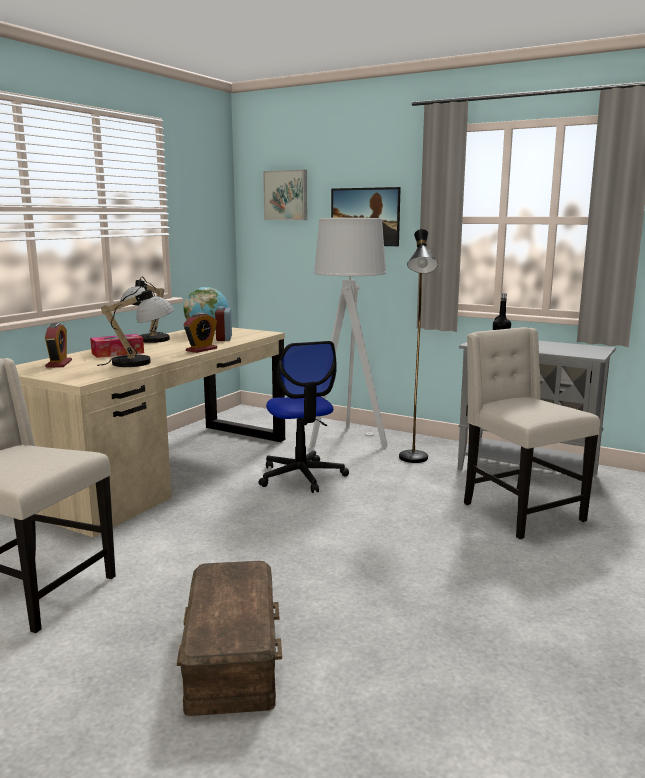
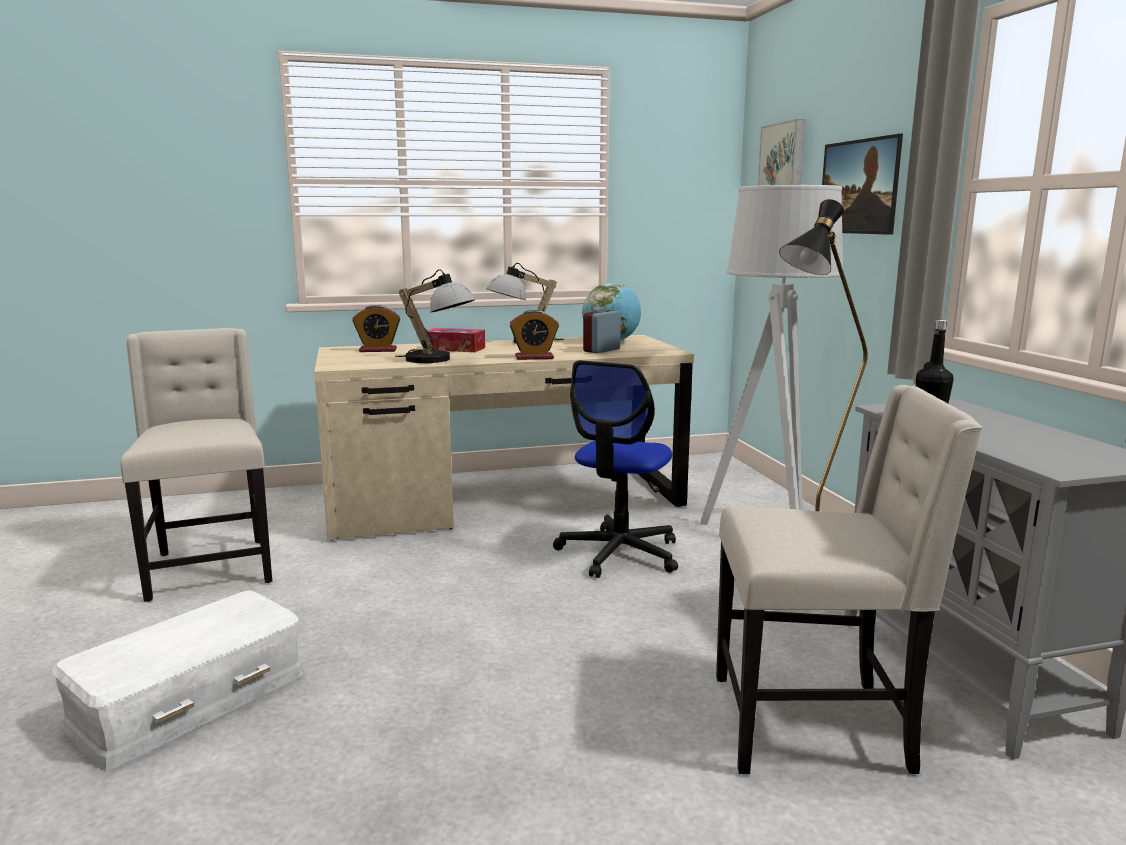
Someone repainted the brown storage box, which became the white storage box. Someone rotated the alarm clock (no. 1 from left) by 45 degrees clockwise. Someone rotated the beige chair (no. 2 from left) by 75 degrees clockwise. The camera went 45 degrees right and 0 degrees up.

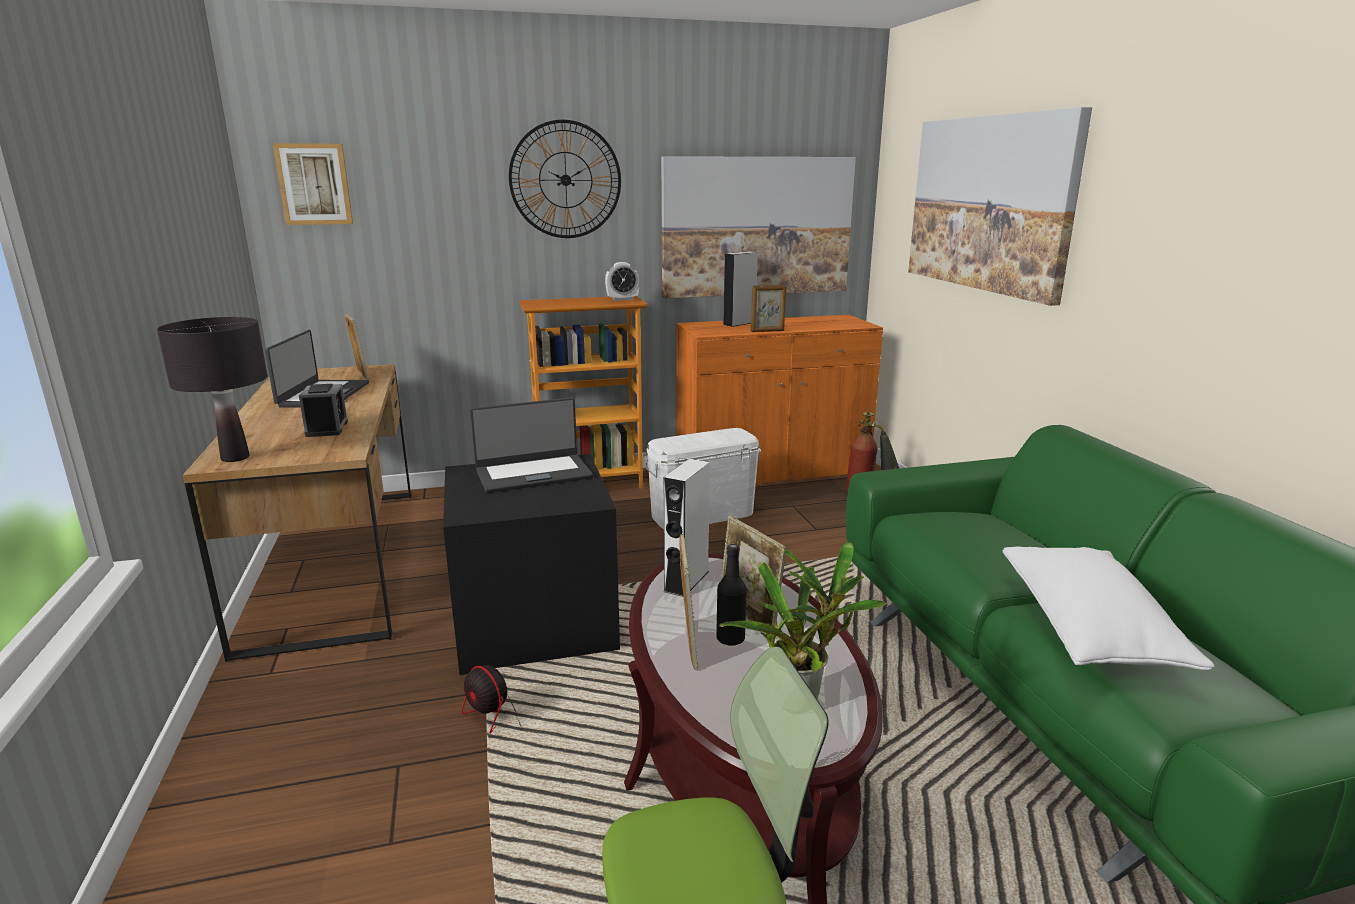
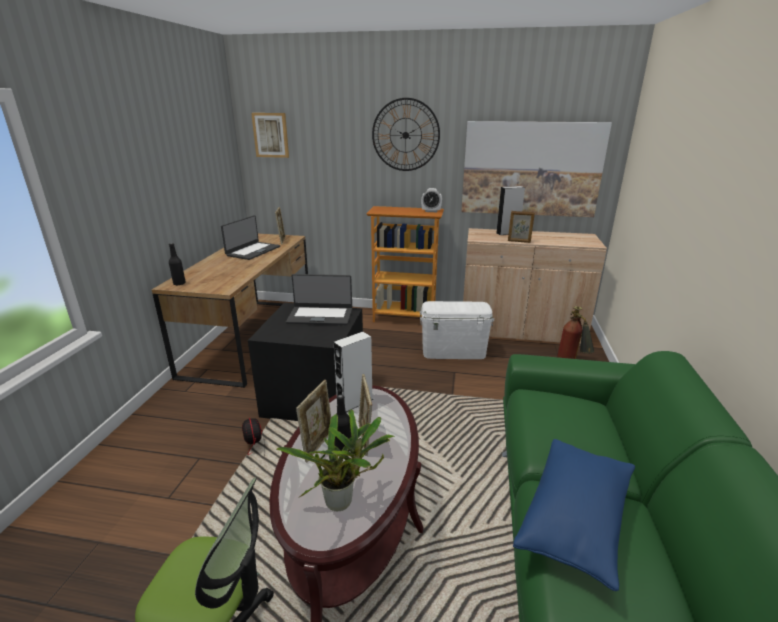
Someone swapped the black table lamp for the black bottle (no. 1 from left). Someone repainted the orange cabinet, which became the beige cabinet. Someone repainted the white pillow, which became the blue pillow. Someone took away the alarm clock (no. 1 from left). Someone took away the picture (no. 3 from left). The camera went 25 degrees right and 5 degrees up.

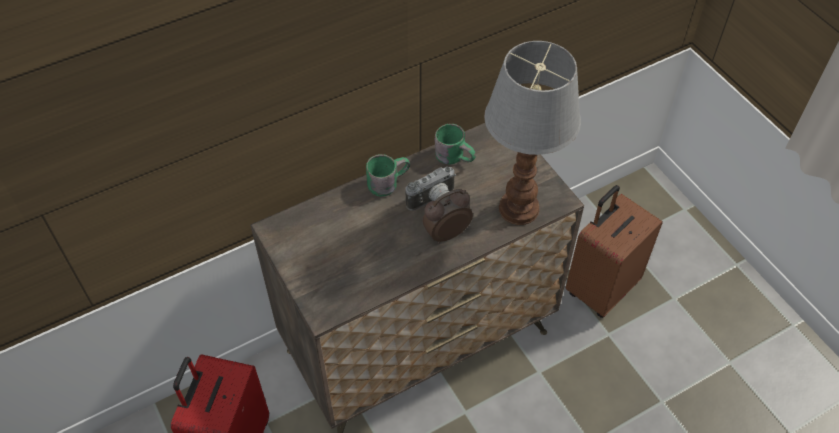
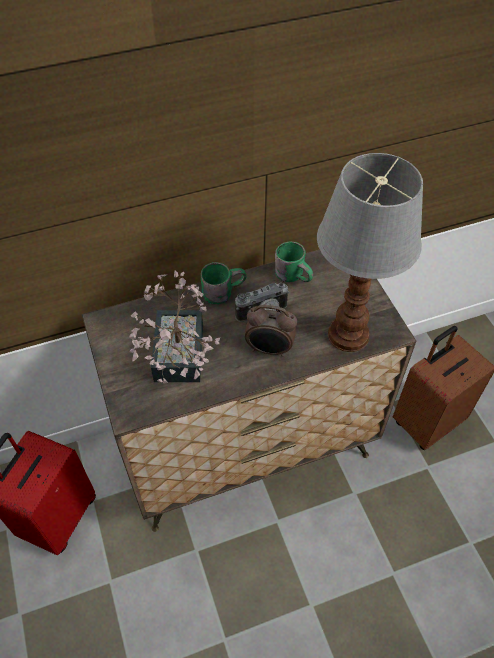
Someone put down the potted plant. Someone rotated the alarm clock by 150 degrees counterclockwise. The camera went 10 degrees right and 0 degrees up.

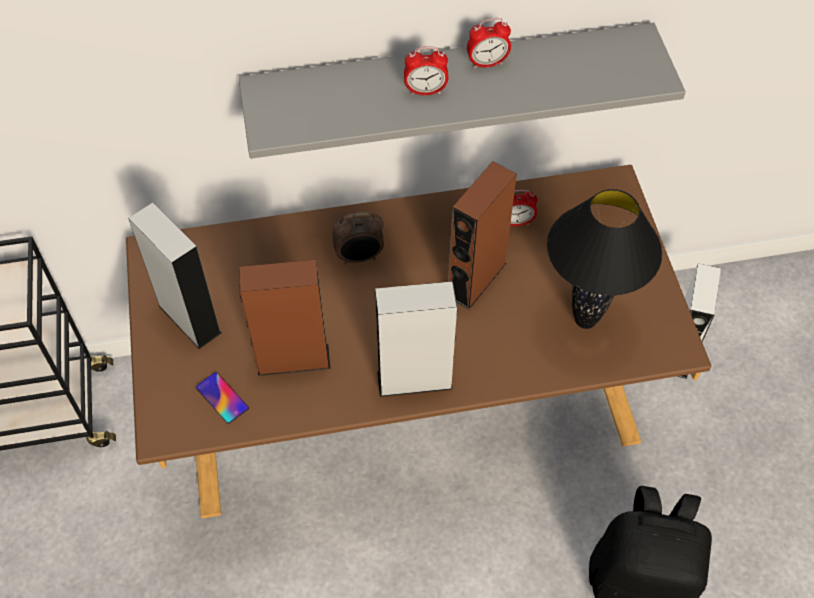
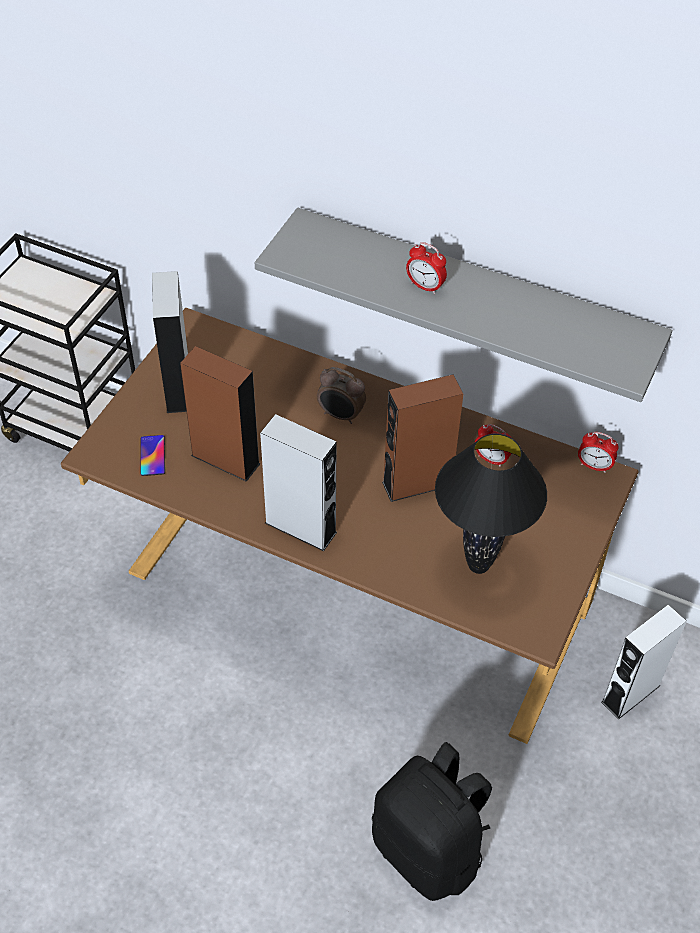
Someone carried the alarm clock (no. 3 from left in the first image). The camera went 35 degrees right and 5 degrees down.

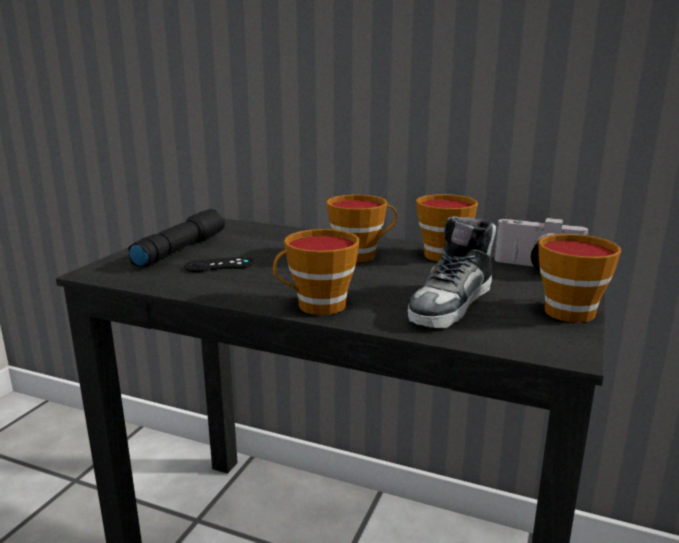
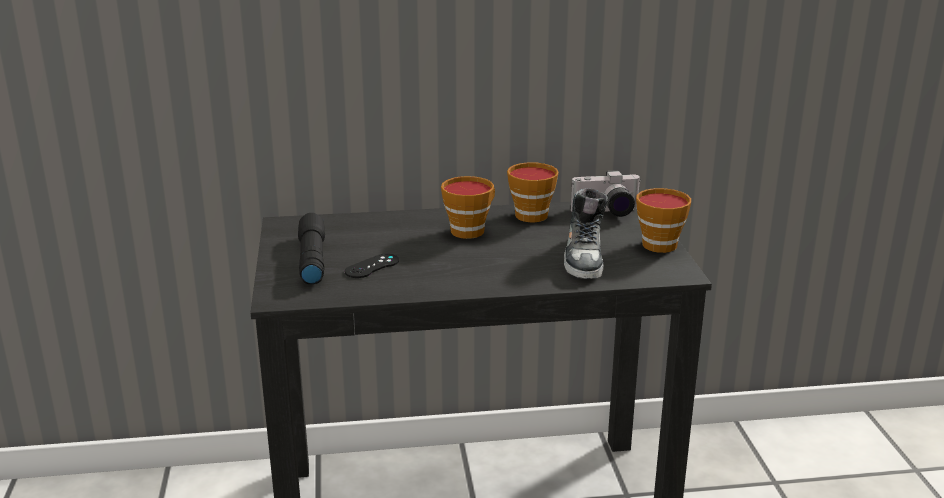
Someone took away the cup (no. 1 from left). The camera went 30 degrees left and 5 degrees up.

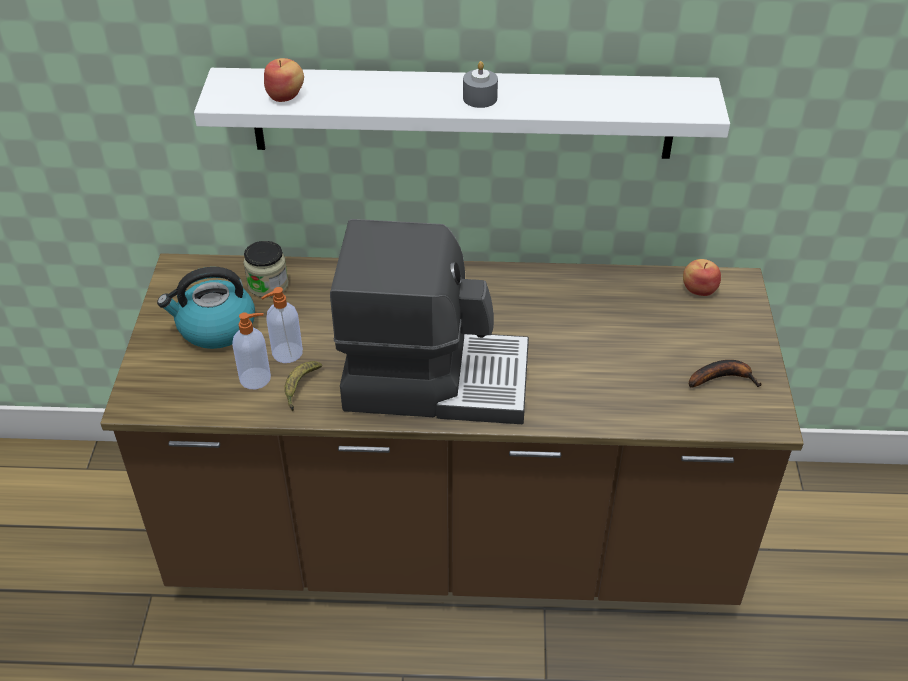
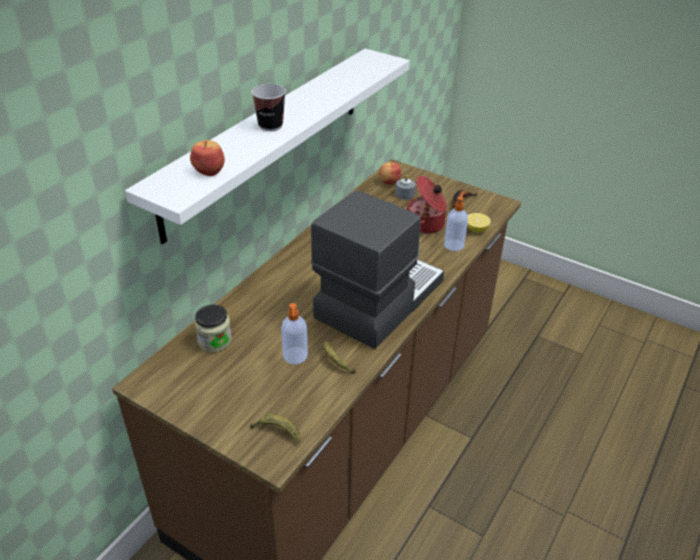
Someone put down the banana (no. 1 from left). Someone put down the cup. Someone carried the grey candle. Someone put down the cooking pot. Someone carried the soap dispenser (no. 1 from left in the first image). Someone put down the lemon. Someone took away the kettle. The camera went 60 degrees left and 5 degrees down.

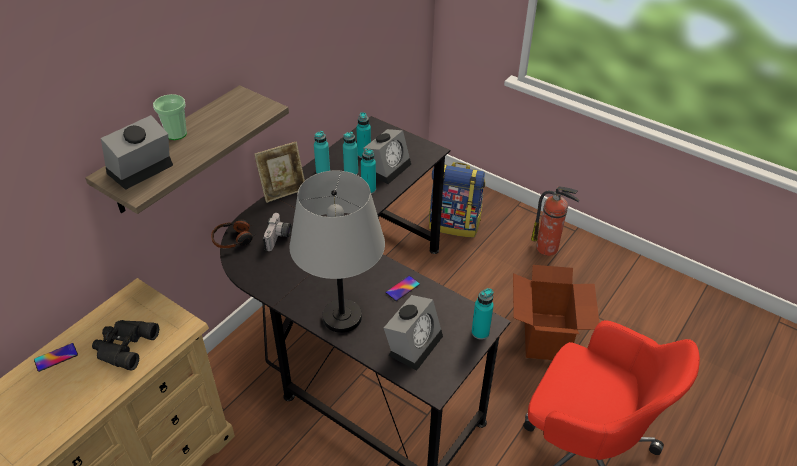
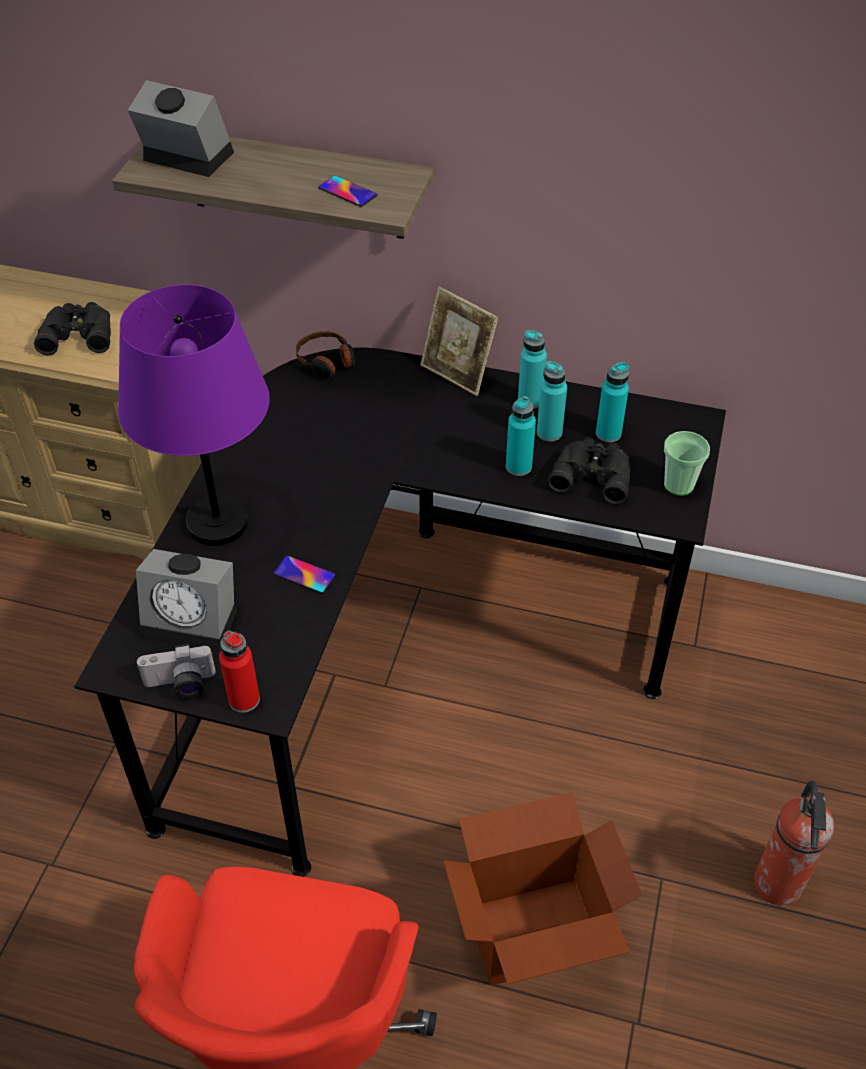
Someone repainted the grey table lamp, which became the purple table lamp. Someone carried the photo camera. Someone repainted the turquoise bottle (no. 5 from left), which became the red bottle. Someone carried the phone (no. 1 from left in the first image). Someone swapped the alarm clock (no. 2 from left) for the black binoculars (no. 2 from left). Someone carried the cup. Someone took away the backpack. The camera went 70 degrees right and 5 degrees up.

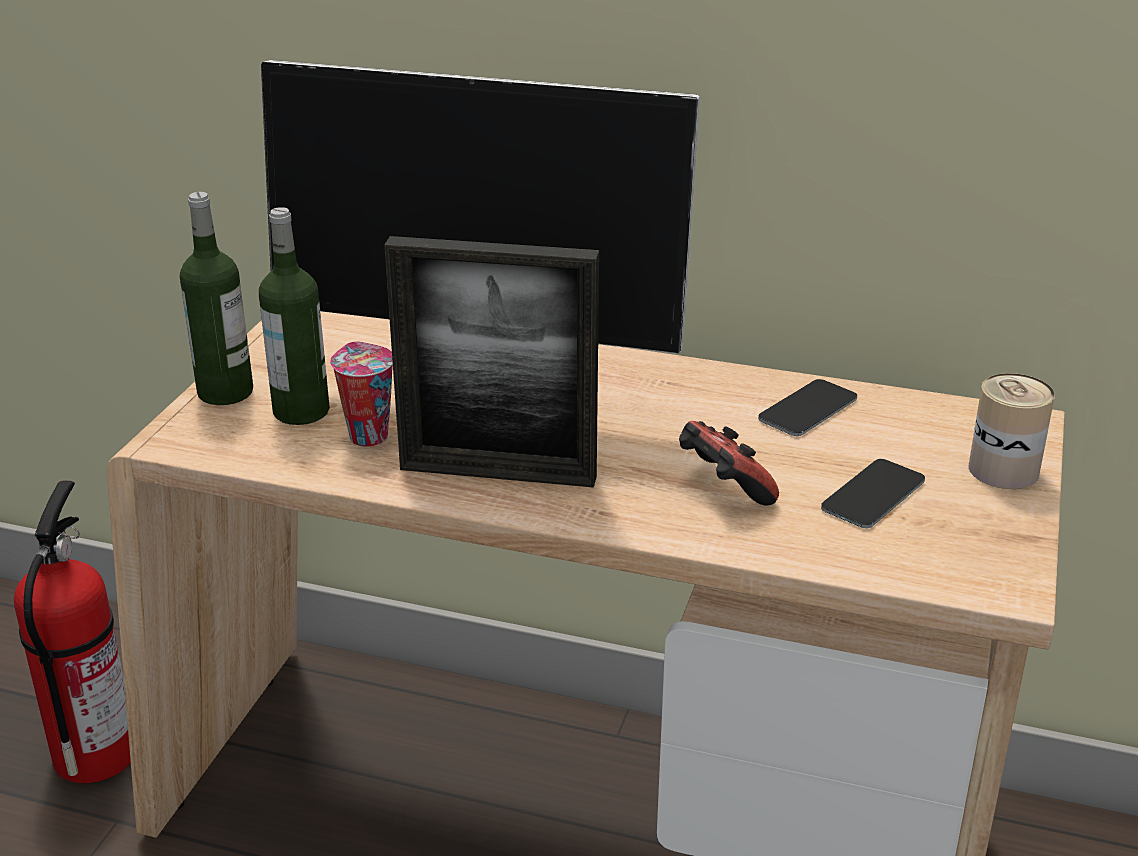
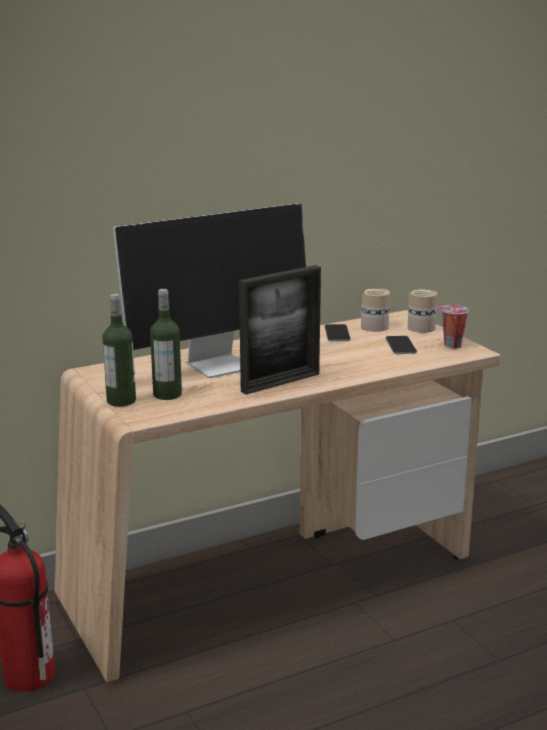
Someone put down the can (no. 1 from left). Someone carried the cup. Someone took away the game controller. The camera went 45 degrees left and 10 degrees down.

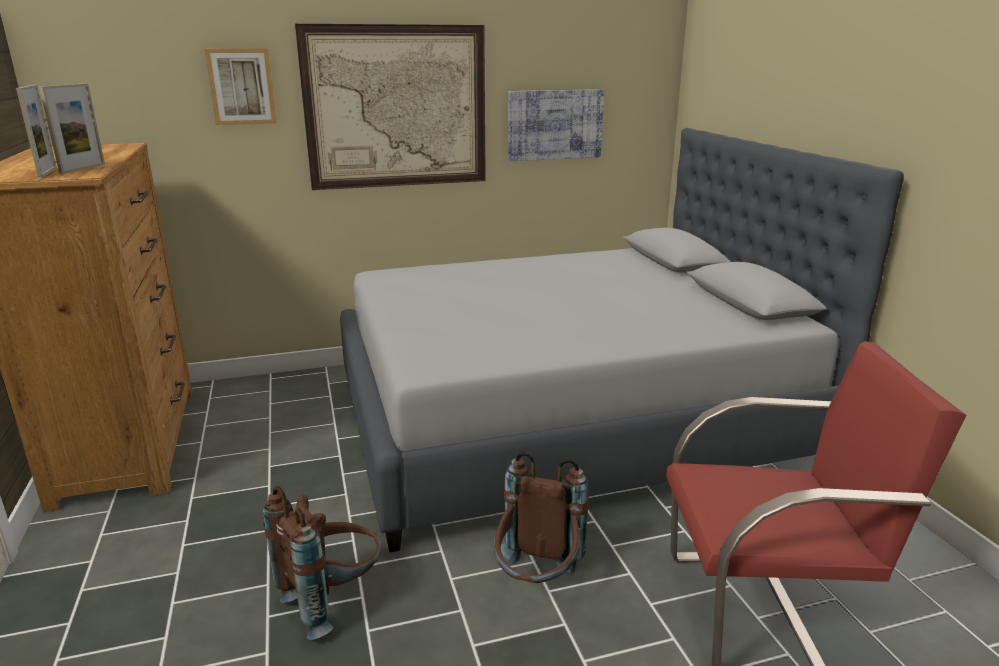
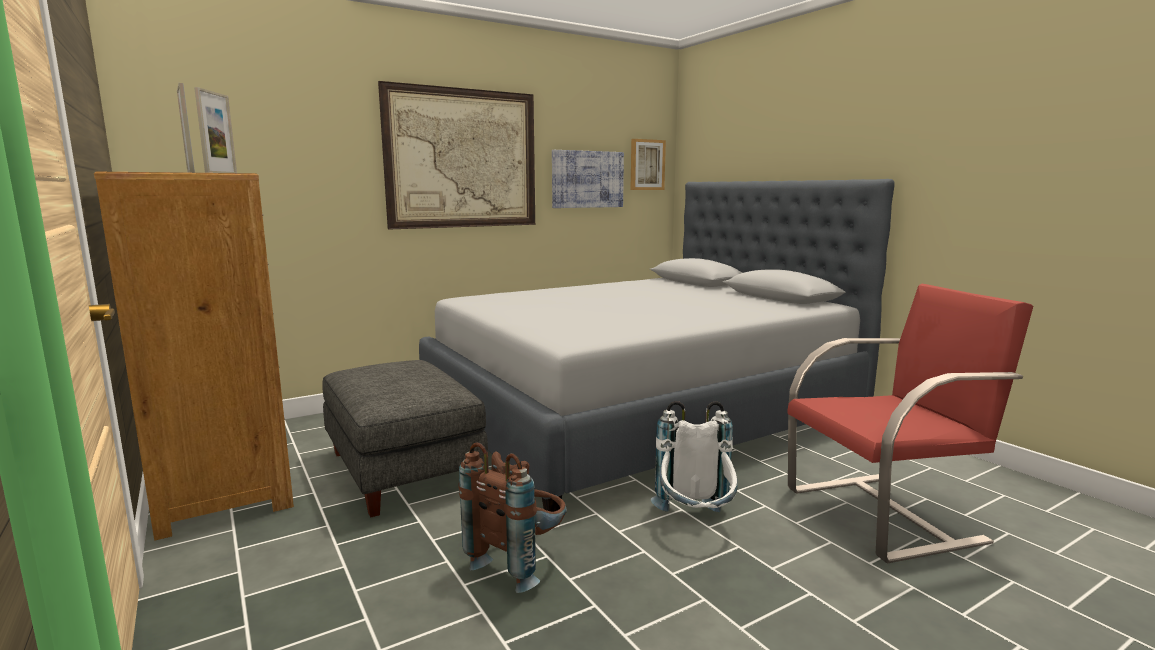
Someone put down the grey ottoman. Someone carried the picture (no. 1 from left in the first image). Someone repainted the brown backpack (no. 2 from left), which became the white backpack. The camera went 15 degrees left and 10 degrees down.

